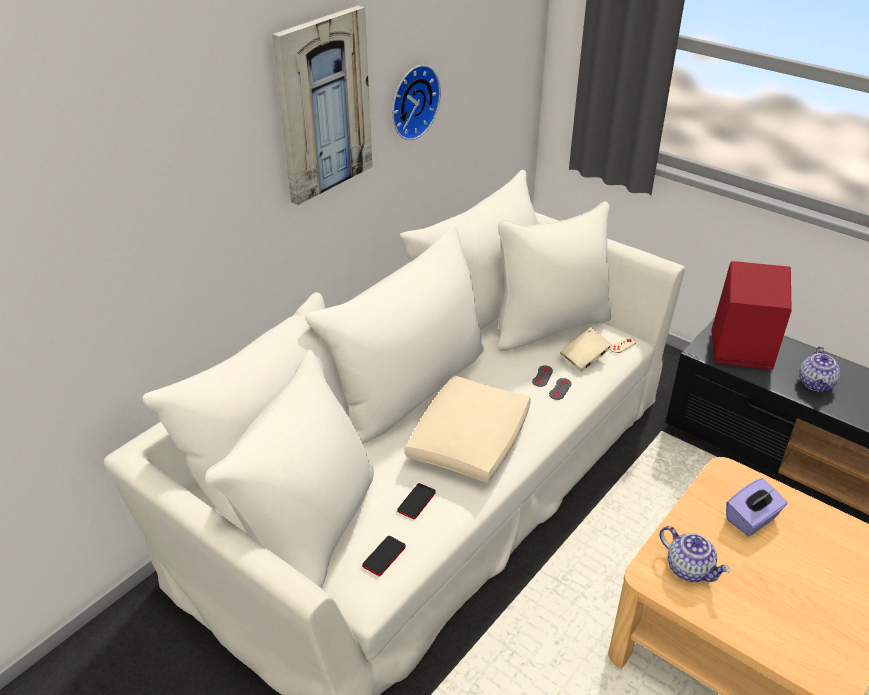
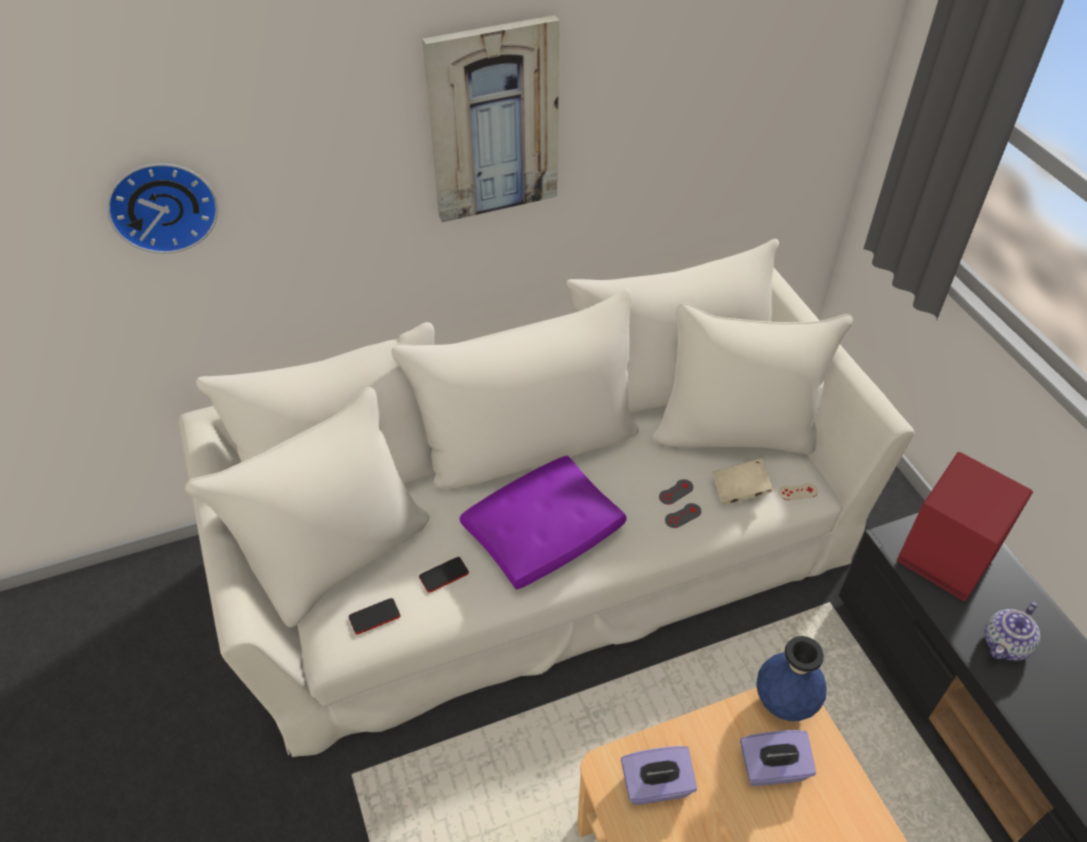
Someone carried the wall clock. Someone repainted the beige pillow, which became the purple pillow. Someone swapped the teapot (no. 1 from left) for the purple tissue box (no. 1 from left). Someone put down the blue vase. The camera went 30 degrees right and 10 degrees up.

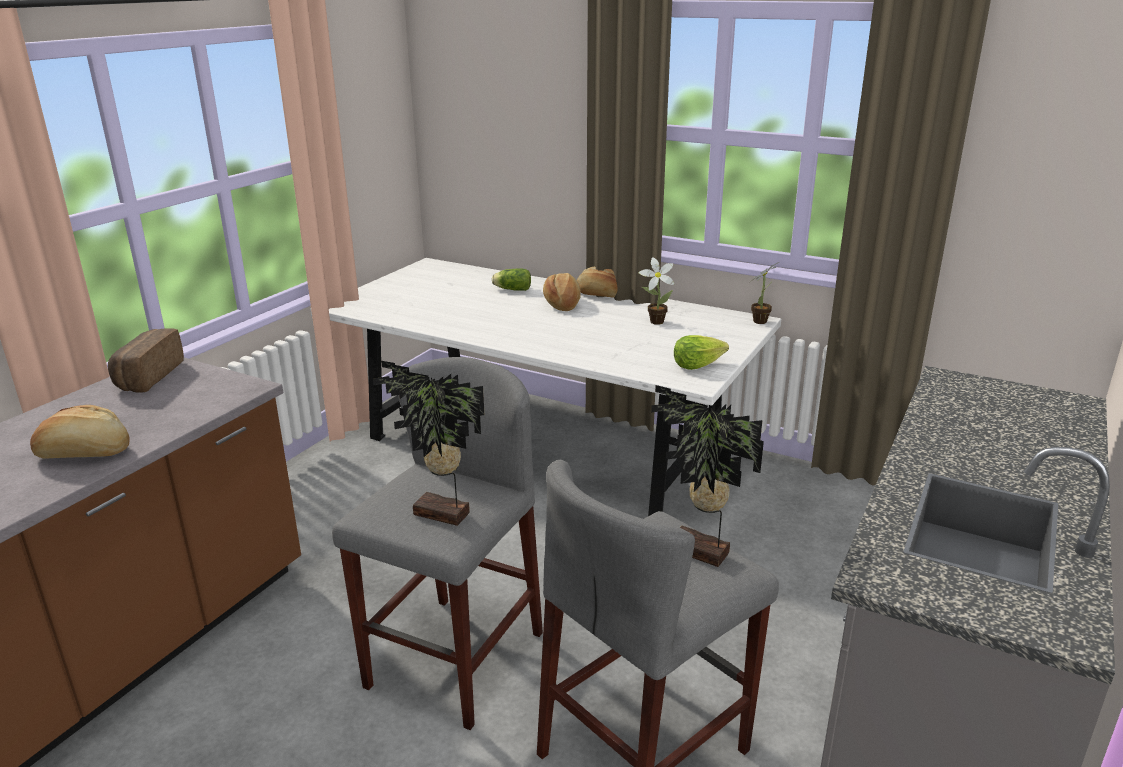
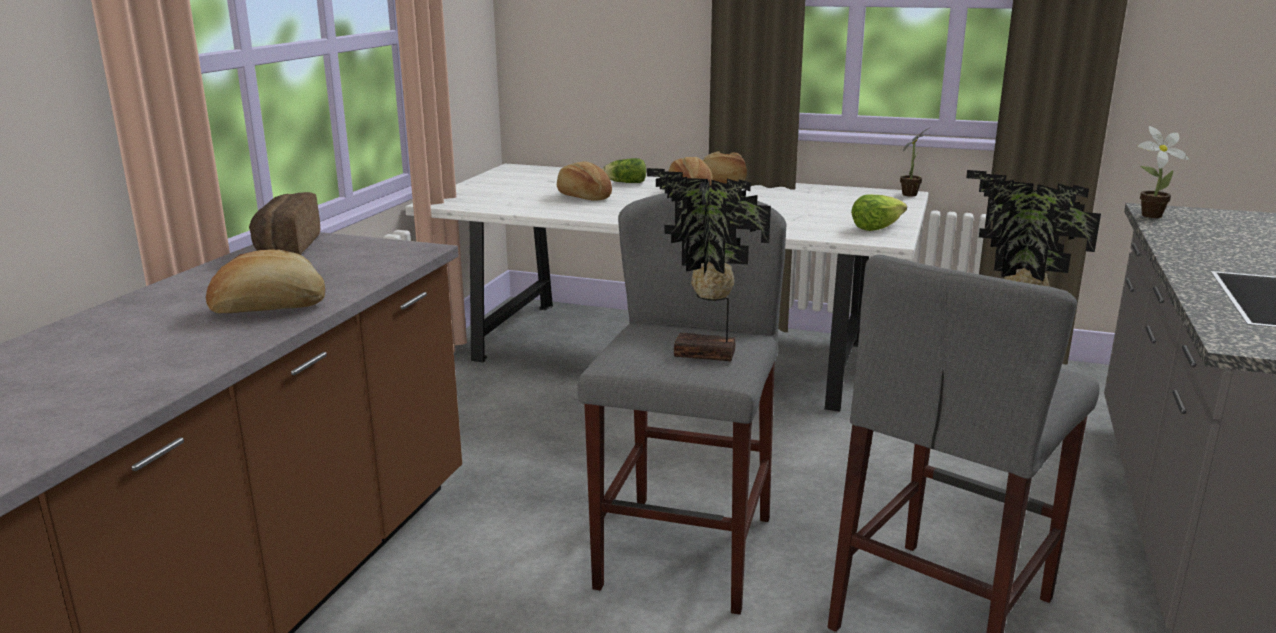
Someone put down the bread (no. 3 from left). Someone carried the potted plant (no. 2 from left in the first image). The camera went 10 degrees left and 5 degrees down.

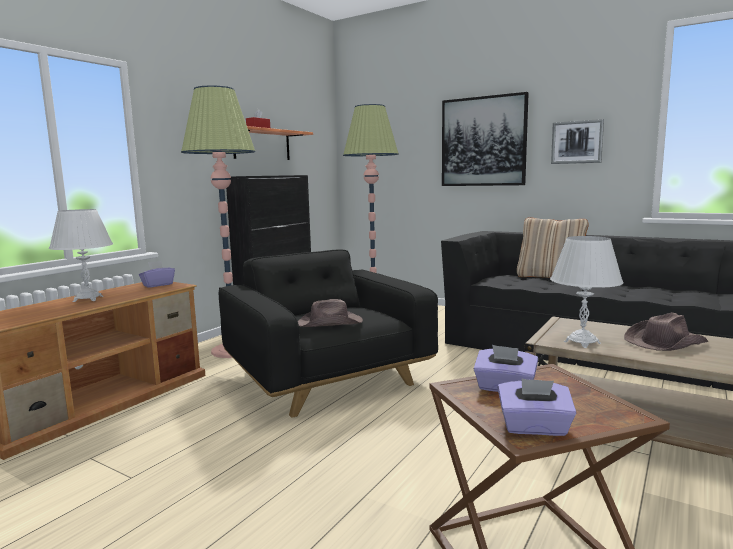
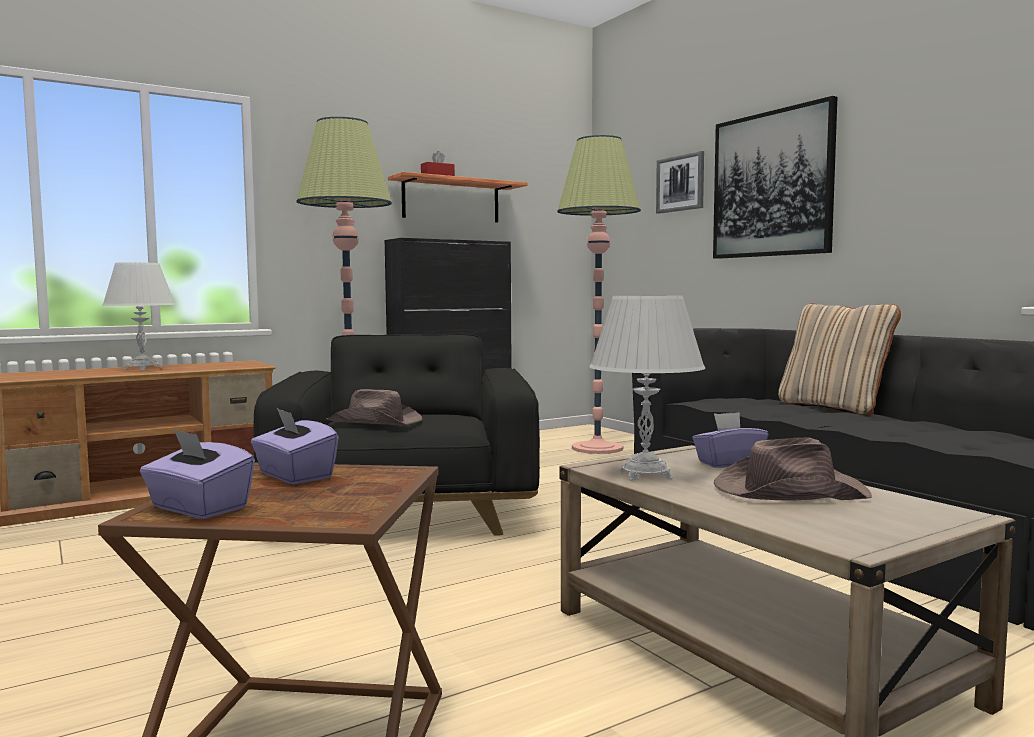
Someone carried the picture (no. 2 from left in the first image). Someone carried the purple tissue box (no. 1 from left in the first image). The camera went 25 degrees right and 5 degrees down.

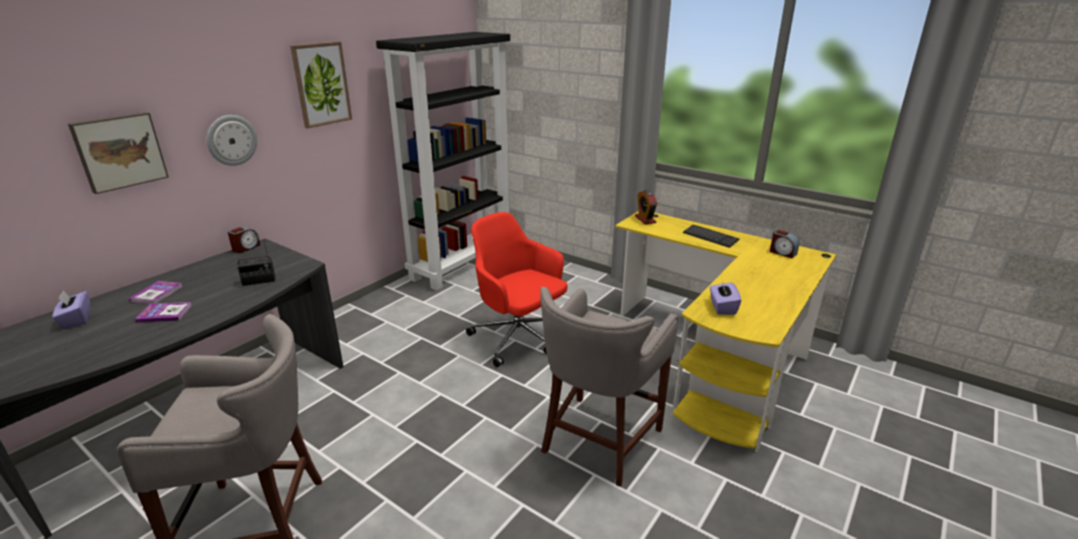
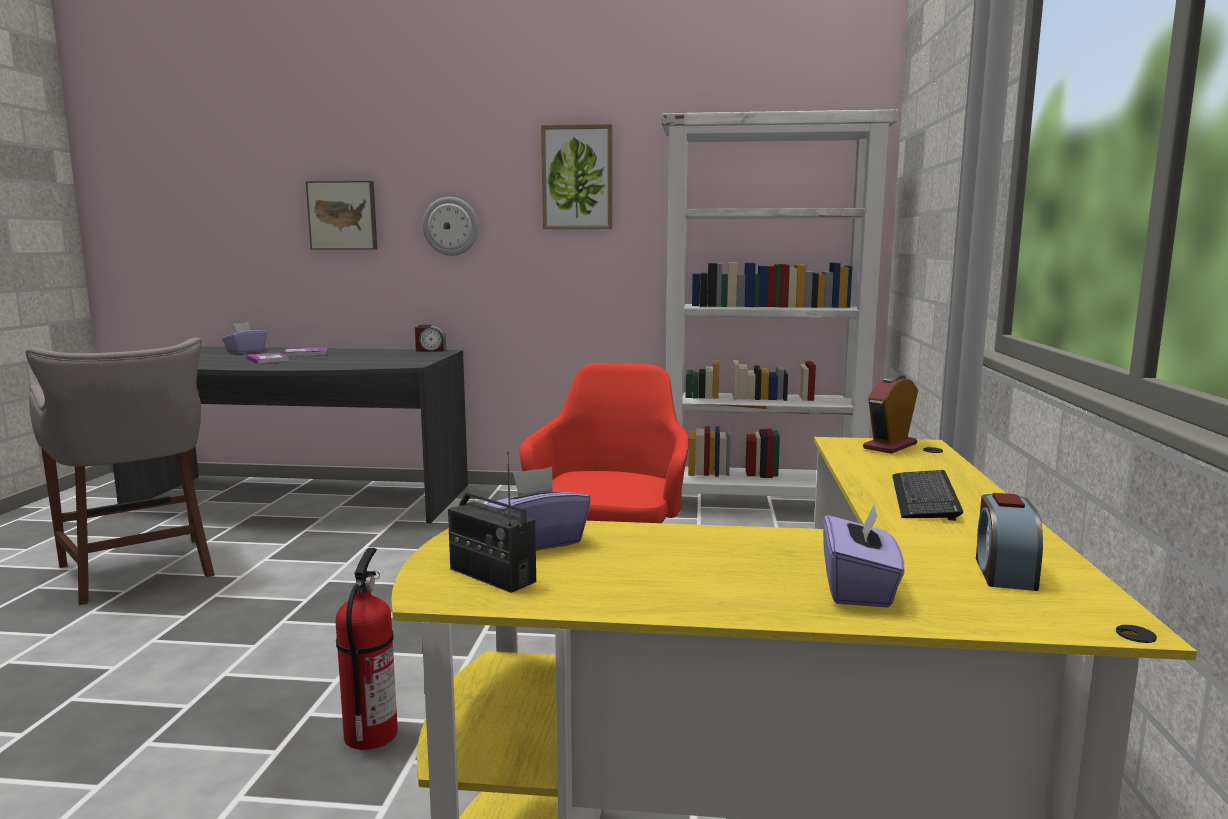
Someone swapped the grey stool (no. 2 from left) for the fire extinguisher. Someone carried the radio. Someone repainted the black bookcase, which became the white bookcase. Someone put down the purple tissue box (no. 3 from left). The camera went 60 degrees right and 15 degrees down.

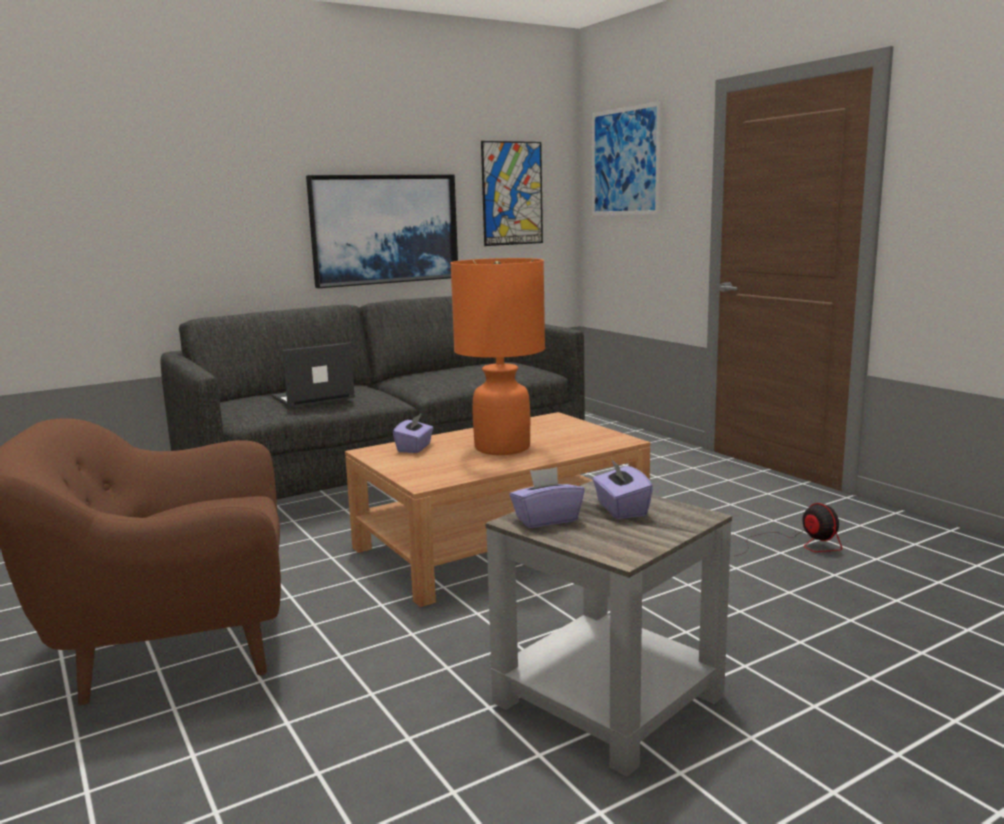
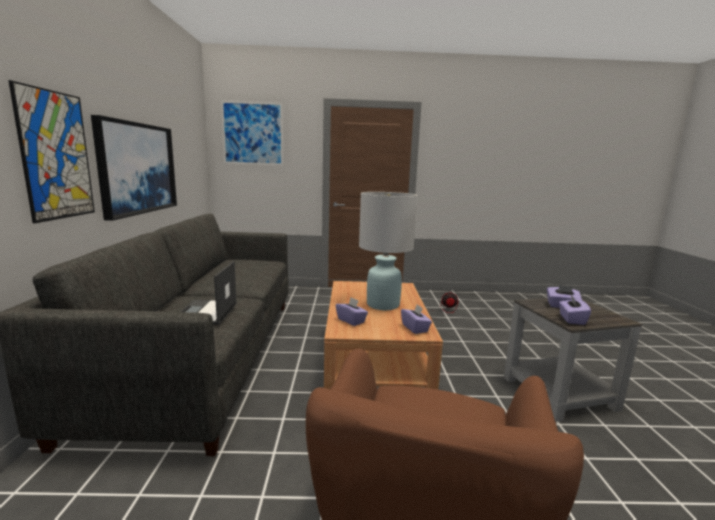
Someone carried the picture (no. 2 from left in the first image). Someone repainted the orange table lamp, which became the white table lamp. Someone put down the purple tissue box (no. 2 from left). The camera went 60 degrees left and 0 degrees up.

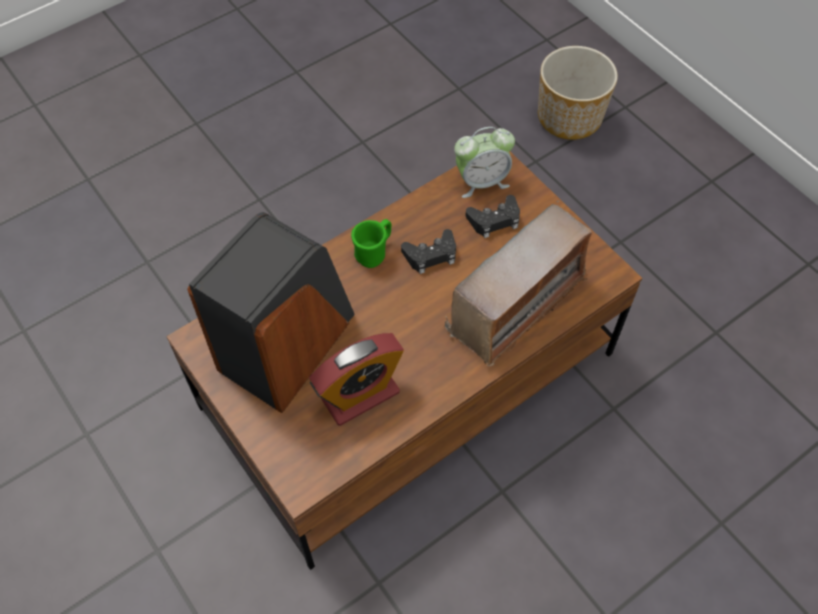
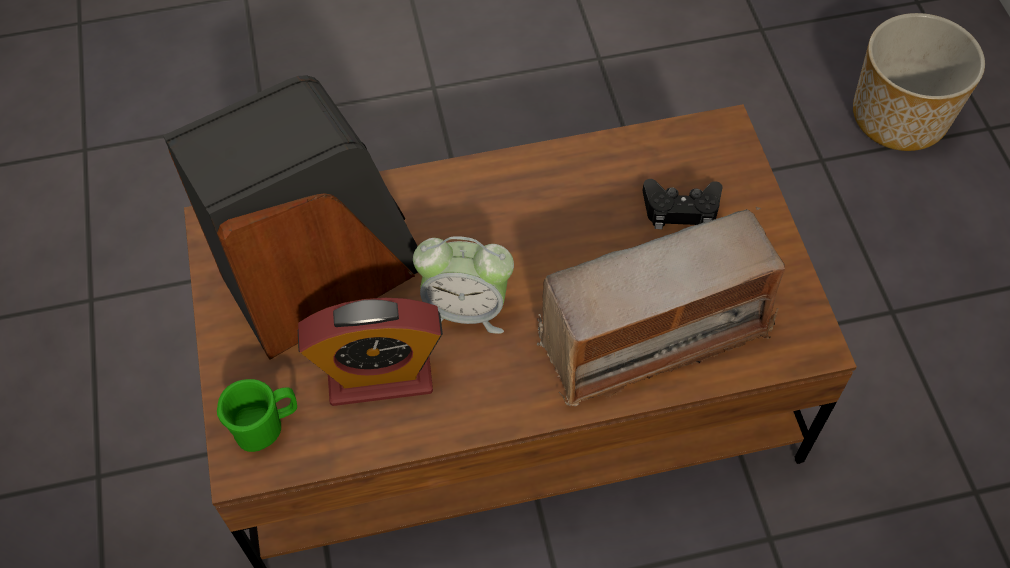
Someone carried the green mug. Someone carried the alarm clock (no. 2 from left). Someone took away the black game controller (no. 1 from left). The camera went 25 degrees right and 0 degrees up.

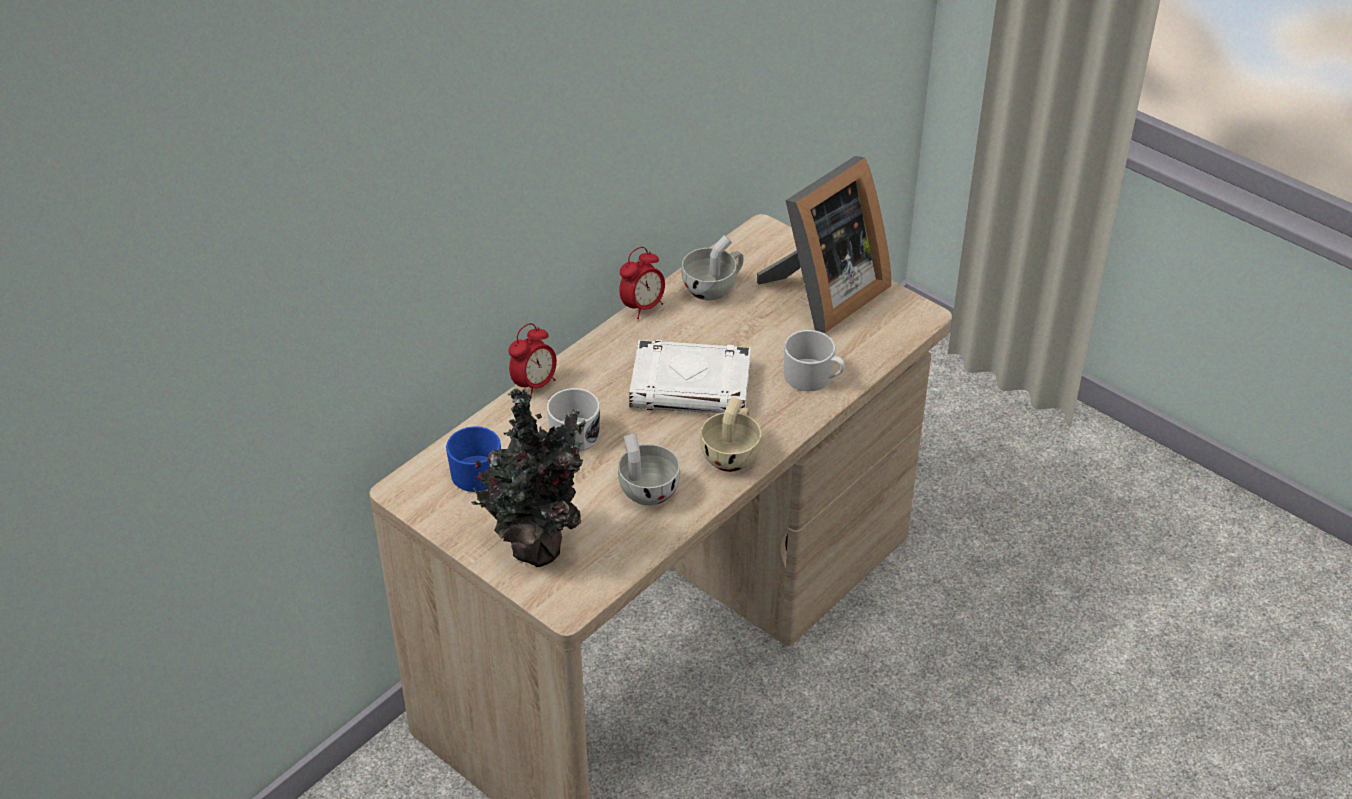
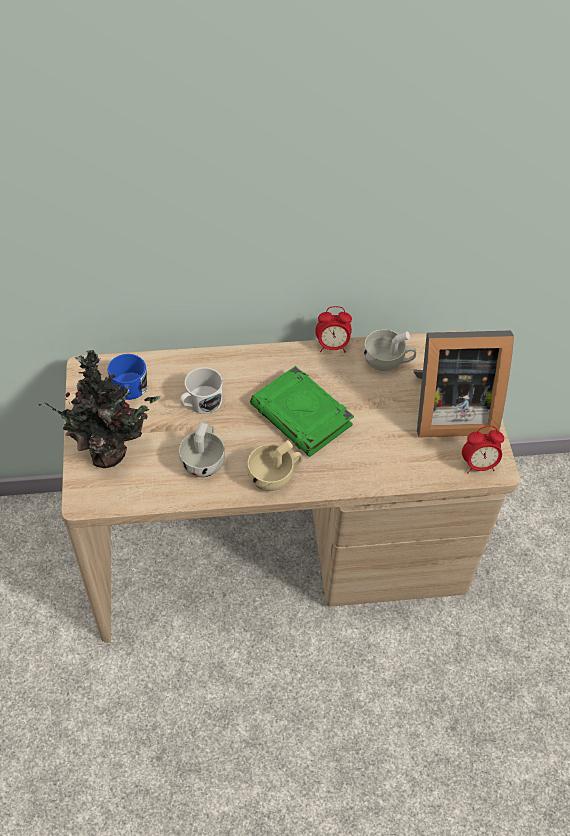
Someone repainted the white book, which became the green book. Someone carried the alarm clock (no. 1 from left in the first image). Someone took away the white mug (no. 2 from left). The camera went 40 degrees right and 10 degrees up.

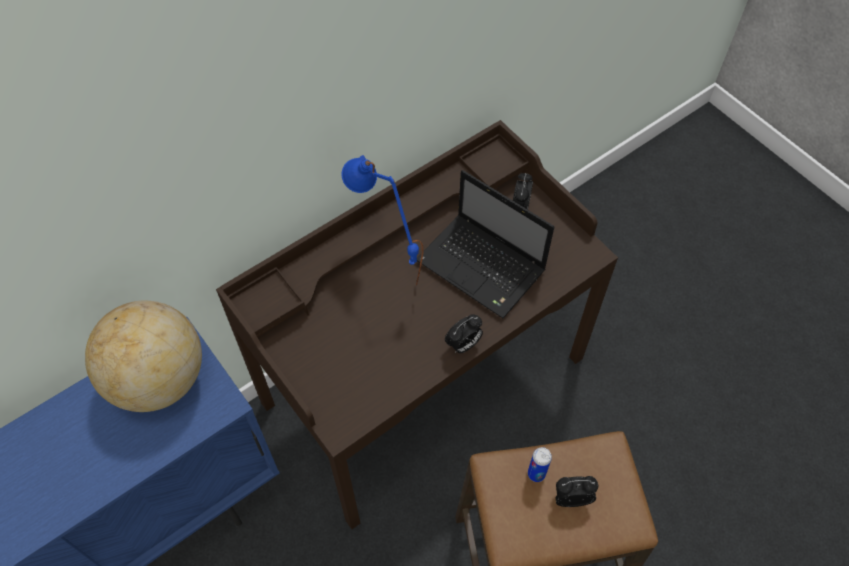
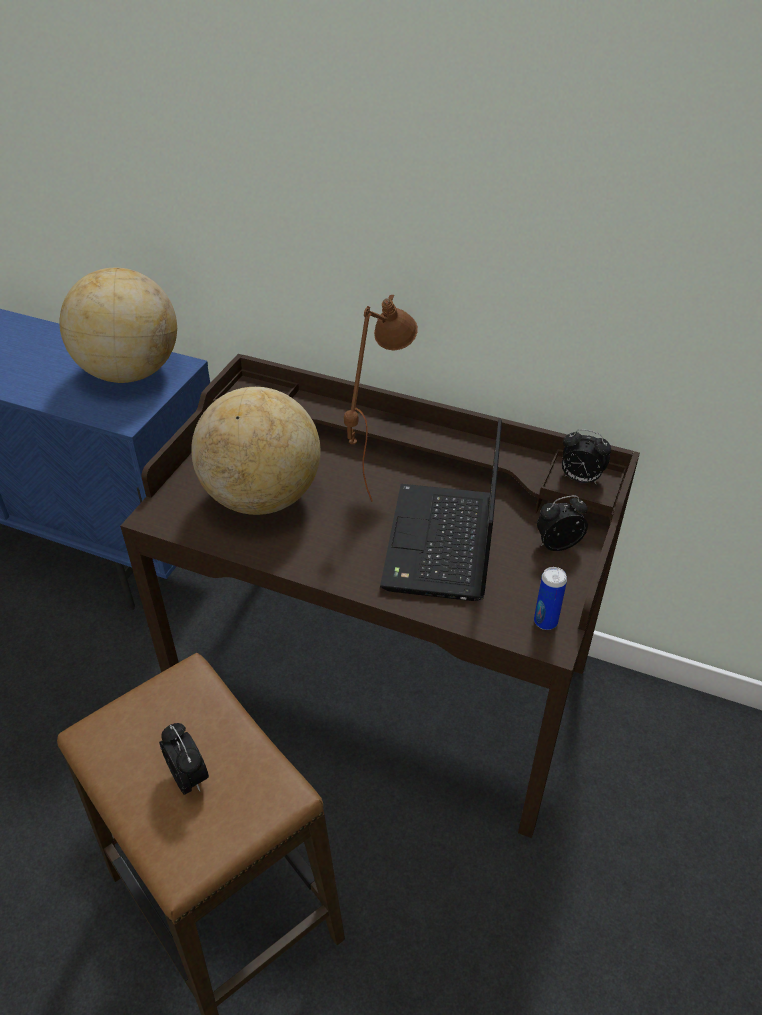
Someone put down the globe (no. 2 from left). Someone repainted the blue table lamp, which became the brown table lamp. Someone carried the can. Someone carried the alarm clock (no. 1 from left in the first image). The camera went 60 degrees right and 15 degrees down.

